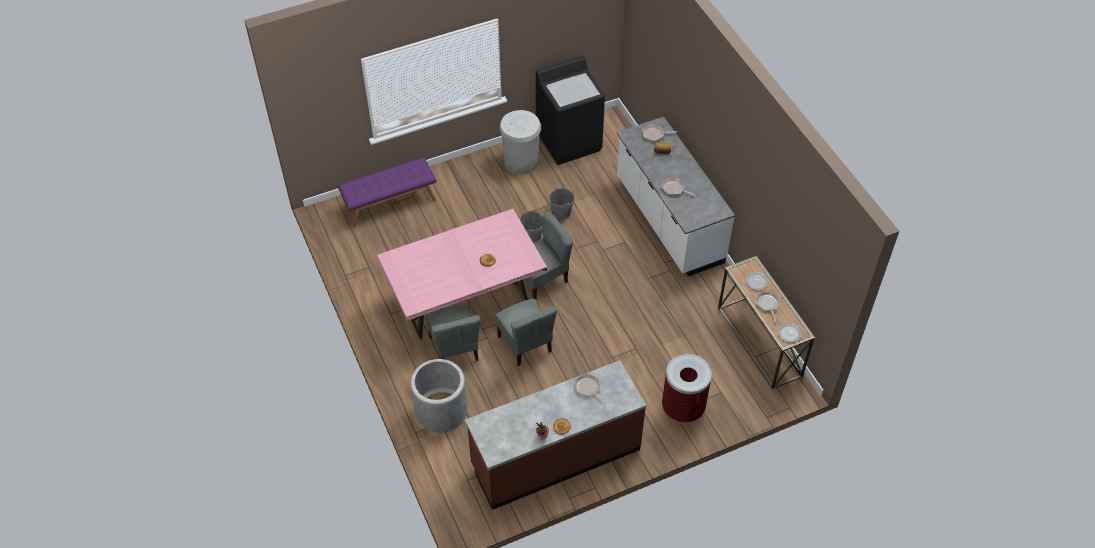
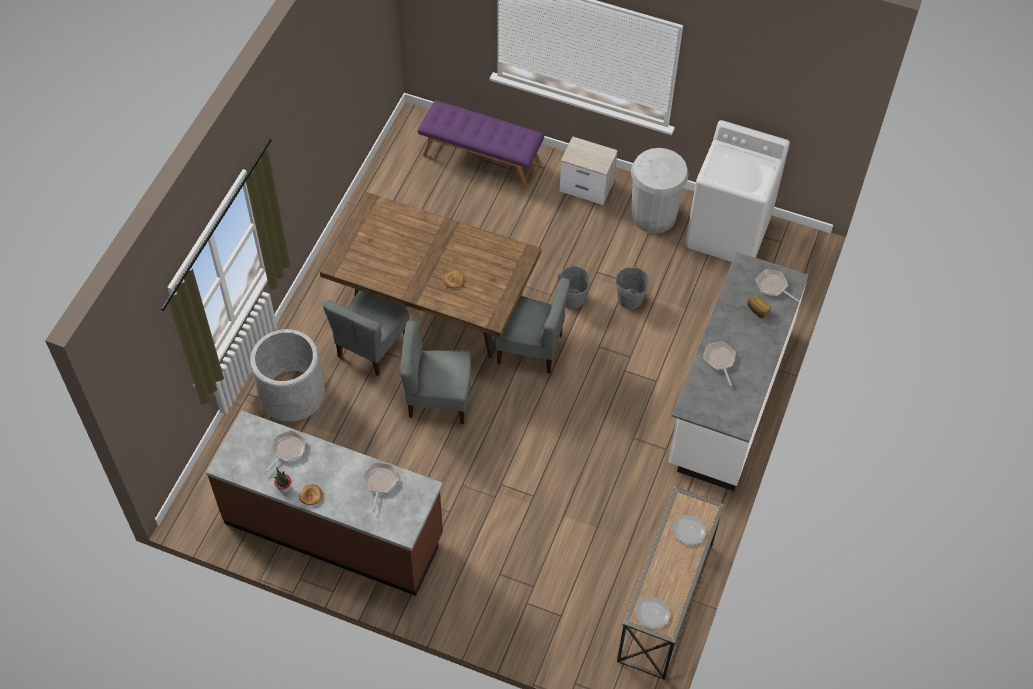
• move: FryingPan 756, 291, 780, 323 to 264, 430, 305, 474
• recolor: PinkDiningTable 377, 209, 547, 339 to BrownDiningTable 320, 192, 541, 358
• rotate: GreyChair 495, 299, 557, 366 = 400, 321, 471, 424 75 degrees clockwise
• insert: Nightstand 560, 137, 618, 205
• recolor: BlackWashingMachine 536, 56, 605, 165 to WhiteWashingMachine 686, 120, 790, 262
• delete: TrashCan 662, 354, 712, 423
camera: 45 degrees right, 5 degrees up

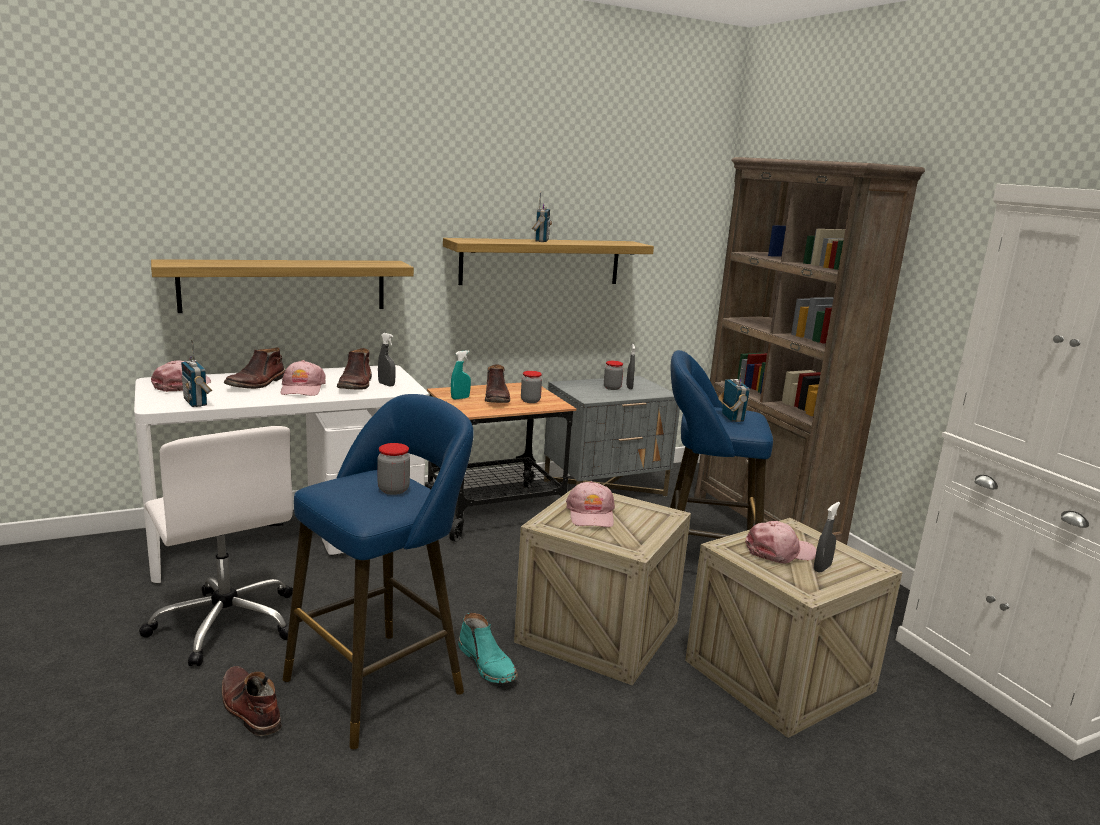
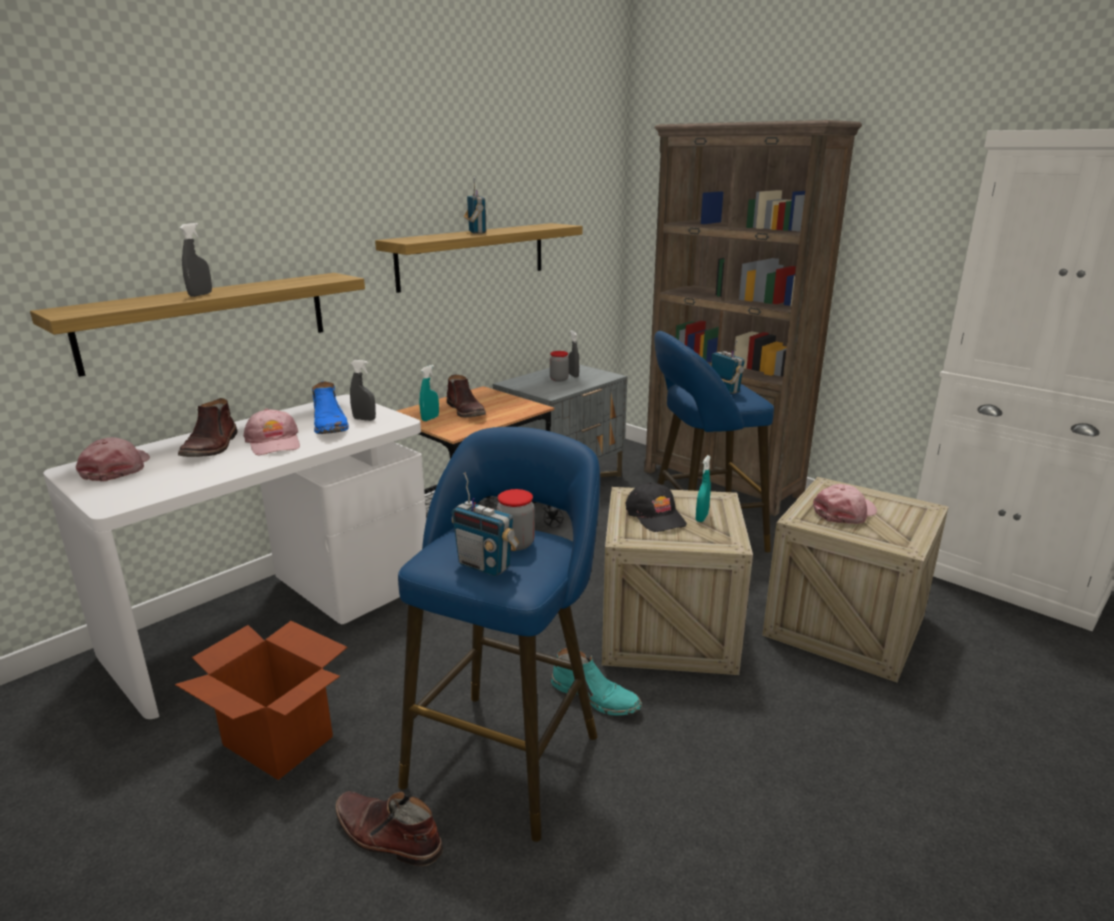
• replace: WhiteOfficeChair 139, 426, 293, 666 to CardboardBox 175, 621, 348, 780
• move: GreySprayBottle 814, 502, 840, 572 to 180, 223, 212, 297
• recolor: BrownBoot 337, 348, 372, 390 to BlueBoot 312, 382, 349, 434
• move: Radio 181, 340, 212, 407 to 452, 472, 519, 576
• recolor: PinkCap 566, 481, 615, 527 to BlackCap 625, 482, 687, 532
• insert: TurquoiseSprayBottle 696, 455, 711, 522
• delete: Jar 521, 371, 542, 403
camera: 20 degrees left, 5 degrees up

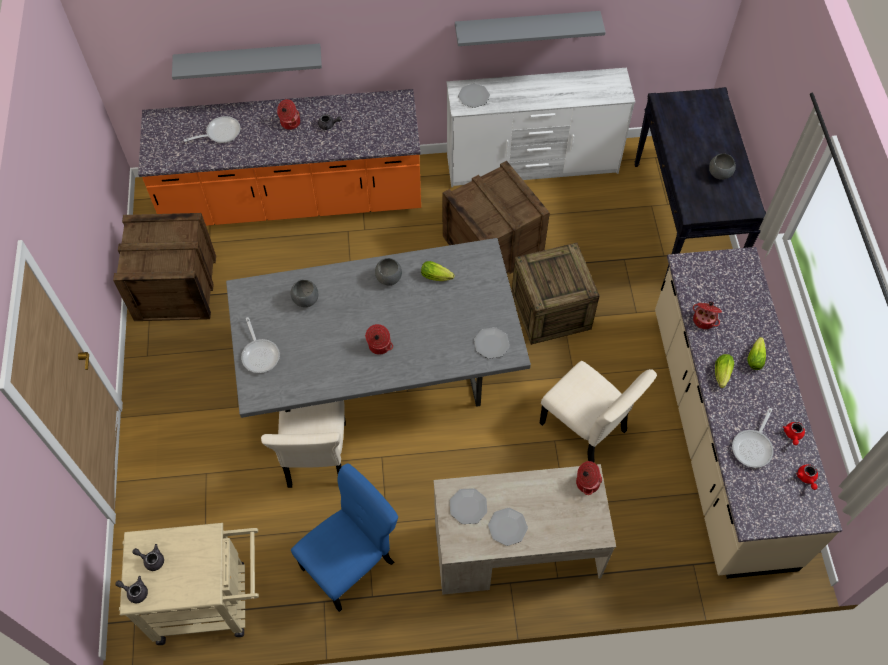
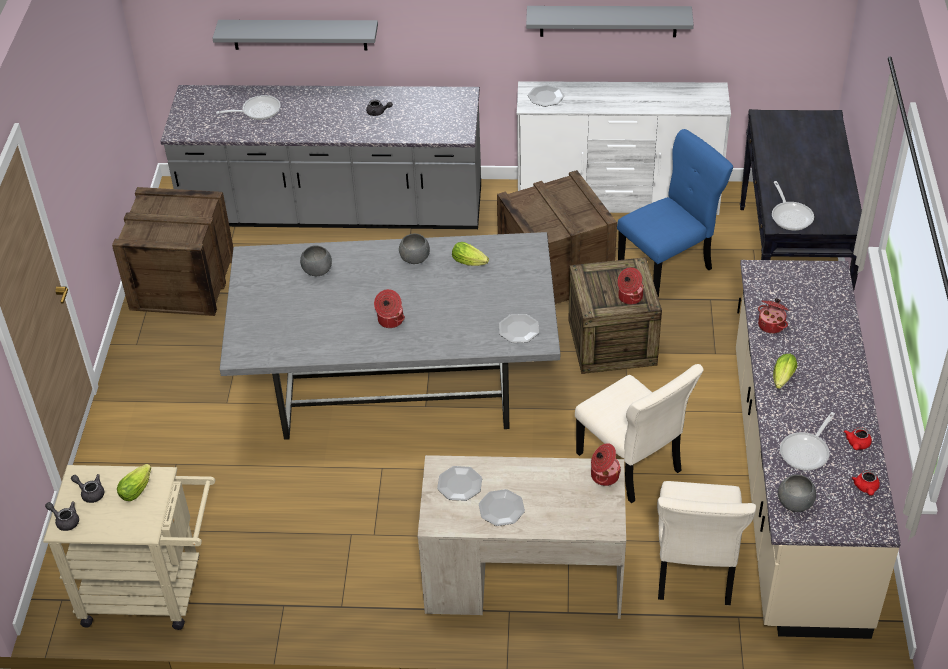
• move: Lettuce 747, 337, 766, 370 to 117, 464, 151, 501
• recolor: OrangeCounter 138, 89, 421, 226 to GreyCounter 160, 85, 481, 229
• move: BlueChair 291, 464, 398, 612 to 617, 129, 733, 297
• move: CookingPot 277, 99, 300, 130 to 617, 267, 644, 305
• move: BeigeChair 261, 400, 346, 488 to 657, 481, 756, 605
• move: FryingPan 241, 317, 280, 373 to 772, 181, 814, 231
• move: GreyBowl 709, 153, 736, 180 to 778, 474, 816, 512
camera: 10 degrees right, 15 degrees down

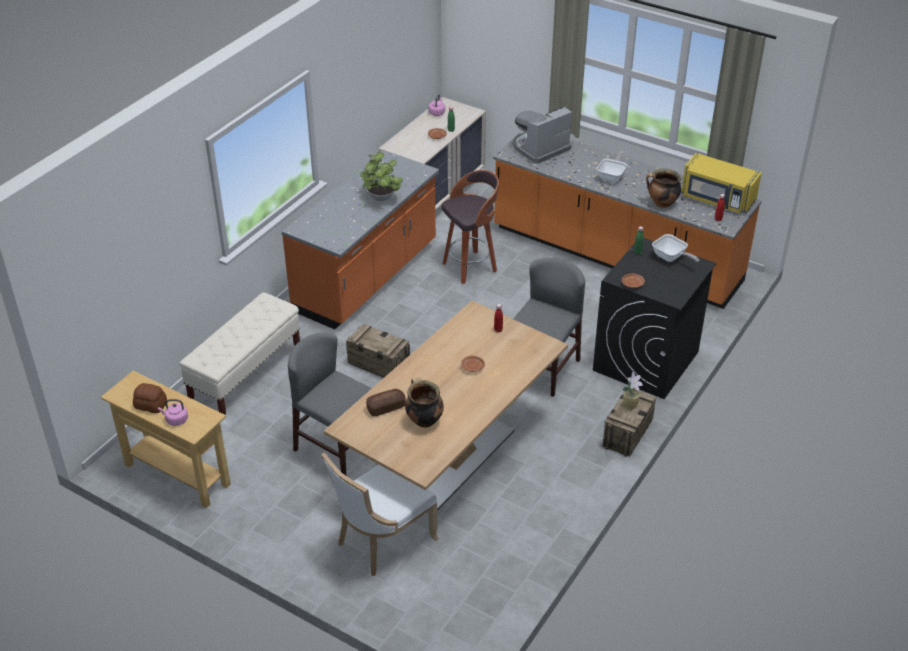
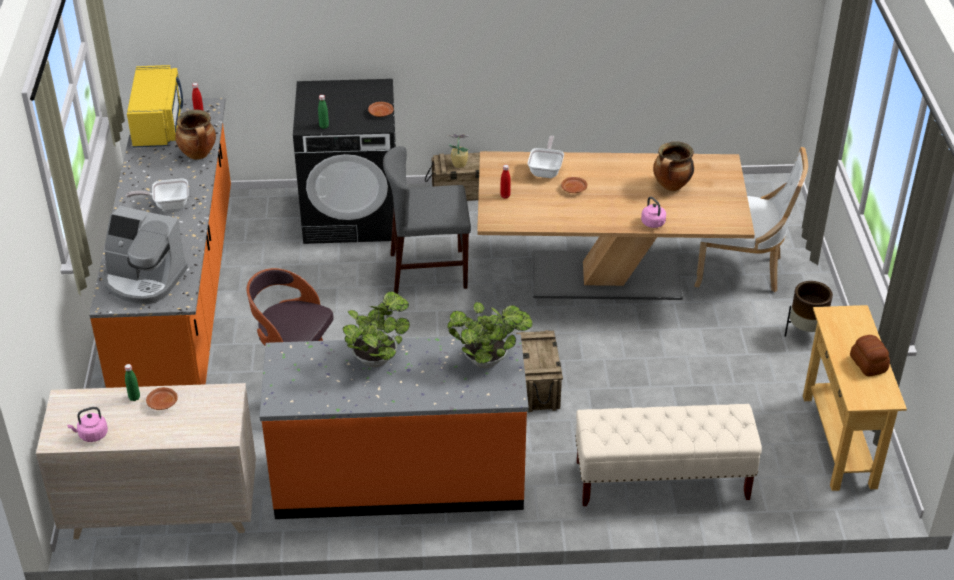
• insert: PottedPlant 447, 302, 533, 368
• move: FryingPan 652, 234, 699, 262 to 528, 135, 564, 178
• move: PinkKettle 158, 399, 188, 426 to 641, 197, 666, 228
• insert: BrownPlanter 785, 281, 833, 337
• delete: GreyChair 288, 333, 372, 475
• delete: Bread 366, 389, 406, 416
camera: 125 degrees left, 0 degrees up

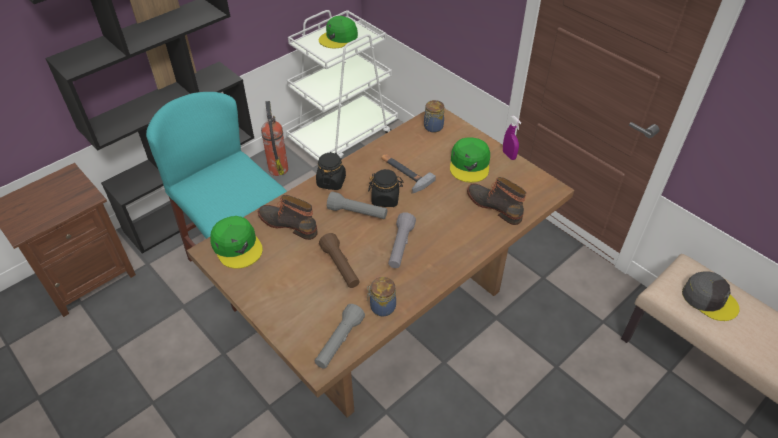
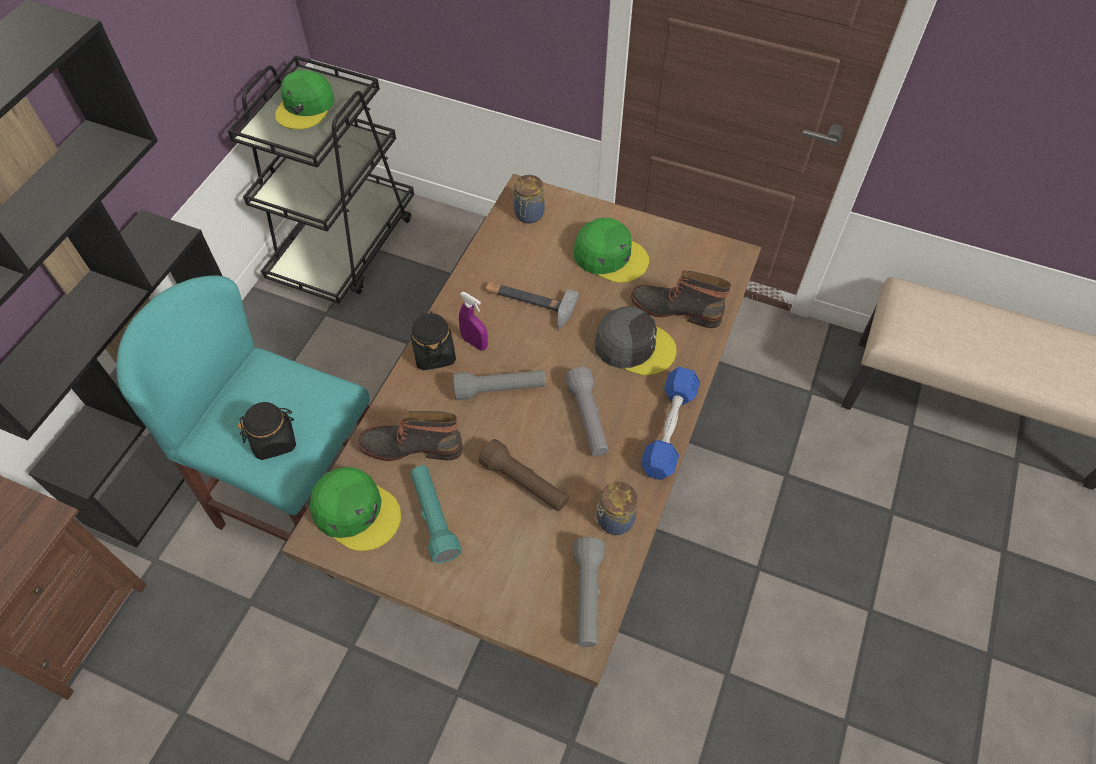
• recolor: WhiteCart 286, 10, 398, 161 to BlackCart 228, 55, 414, 304
• move: BlackJar 368, 169, 403, 207 to 238, 402, 296, 460
• insert: TurquoiseFlashlight 410, 466, 462, 563
• move: PurpleSprayBottle 503, 116, 521, 160 to 459, 292, 488, 351
• rotate: GreenCap 450, 138, 490, 183 = 574, 218, 649, 283 45 degrees counterclockwise
• move: GreyCap 682, 271, 740, 321 to 595, 306, 677, 375
• insert: BlueDumbbell 641, 367, 700, 480
• delete: FireExtinguisher 261, 101, 288, 176
camera: 25 degrees left, 10 degrees up

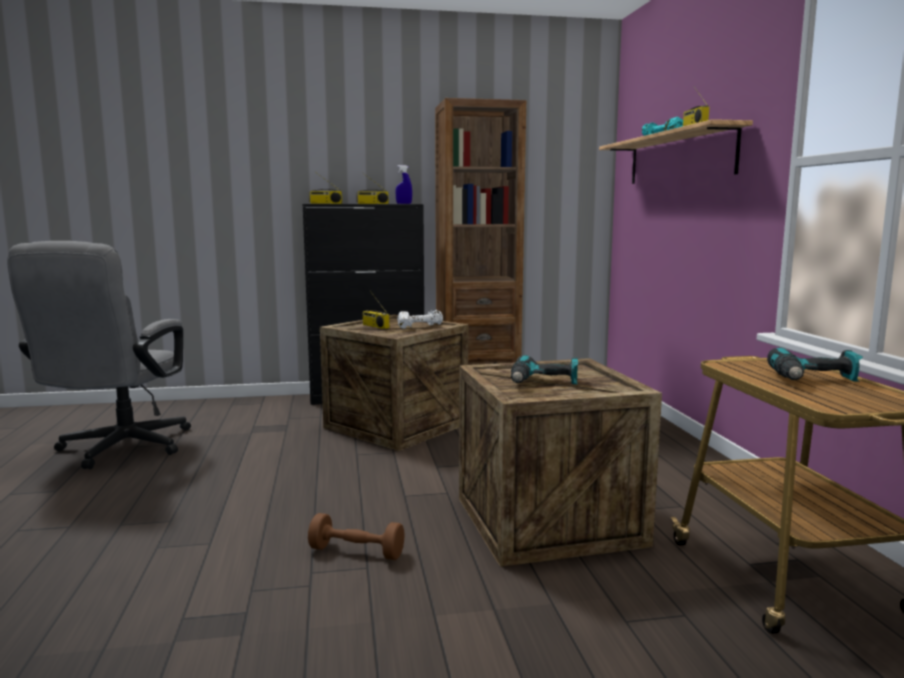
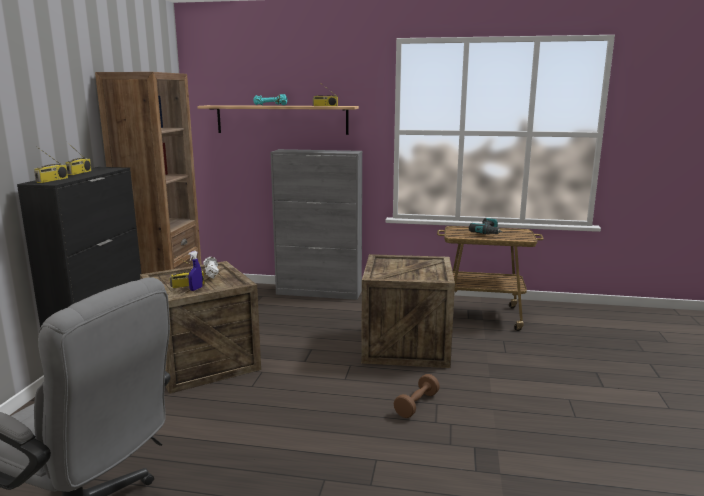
• move: BlueSprayBottle 395, 165, 412, 204 to 188, 251, 202, 291
• insert: GreyCabinet 270, 149, 362, 300
• delete: PowerDrill 511, 355, 578, 384
camera: 70 degrees left, 5 degrees up

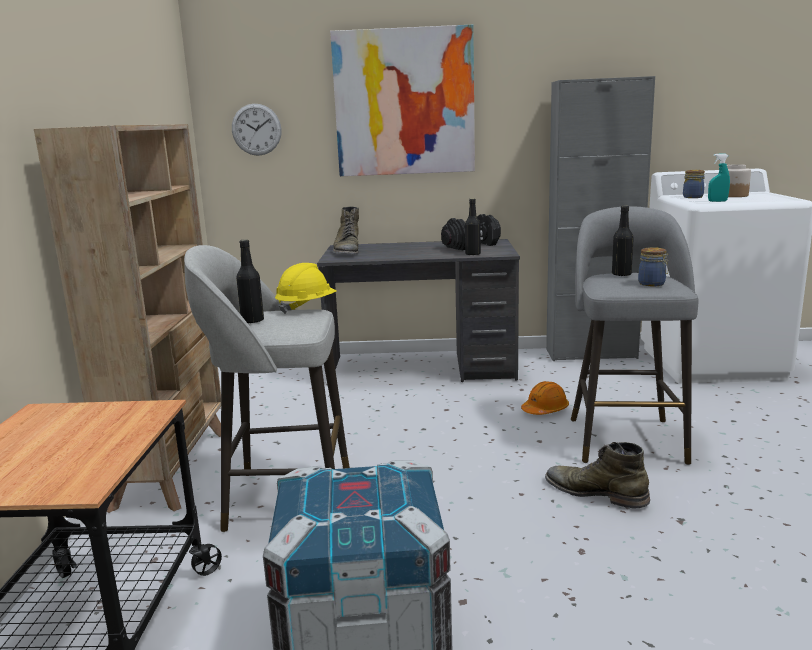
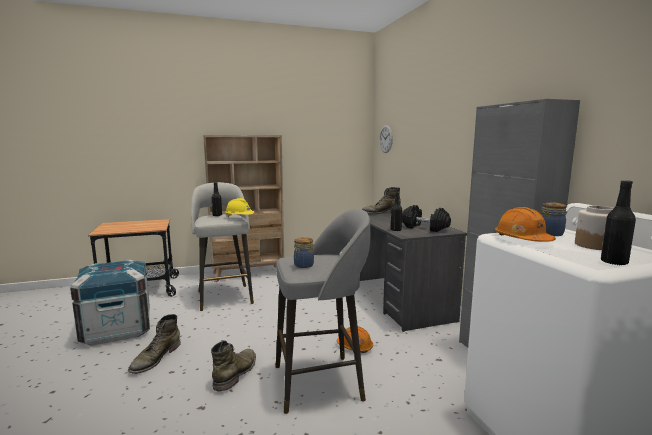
• insert: GreenBoot 128, 314, 181, 374
• replace: TurquoiseSprayBottle 708, 154, 730, 202 to OrangeHardHat 495, 207, 556, 242
• move: BlackBottle 612, 206, 634, 276 to 601, 180, 636, 265
• delete: Picture 330, 24, 475, 176
camera: 70 degrees right, 5 degrees down

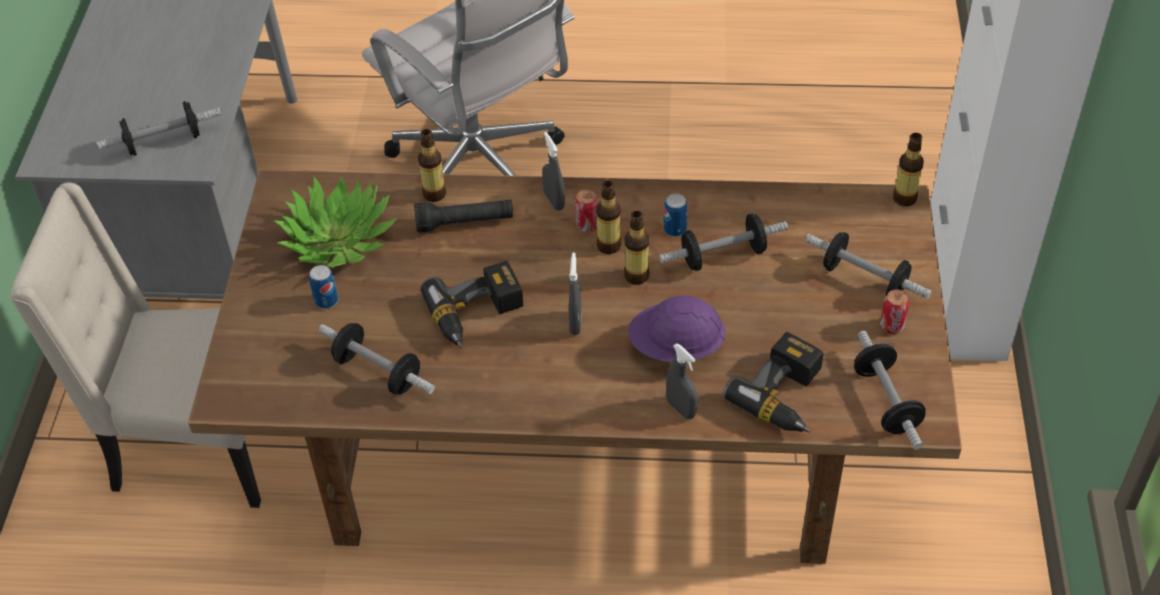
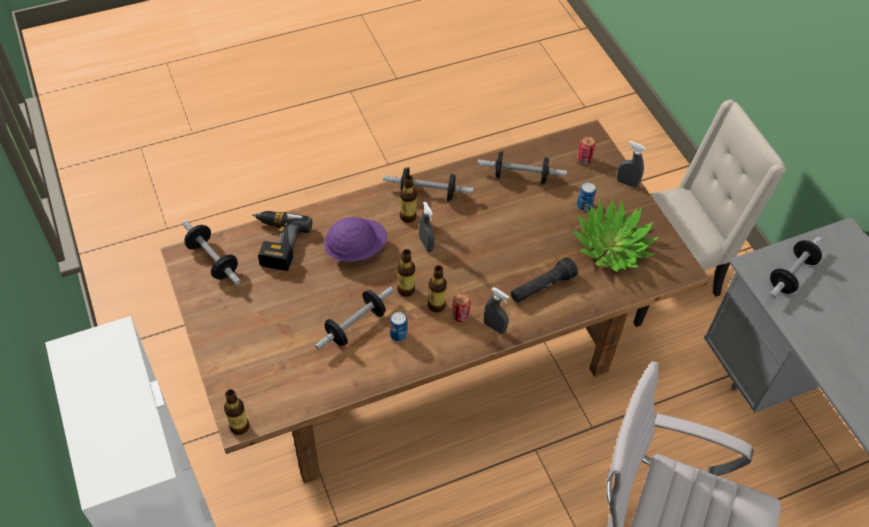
• move: Dumbbell 805, 232, 932, 299 to 383, 167, 473, 201
• move: Bottle 418, 129, 446, 202 to 400, 175, 417, 223
• move: Can 880, 289, 909, 334 to 577, 136, 595, 164
• move: GreySprayBottle 666, 343, 698, 419 to 617, 141, 645, 188
• delete: PowerDrill 421, 261, 523, 348
camera: 150 degrees right, 5 degrees up

